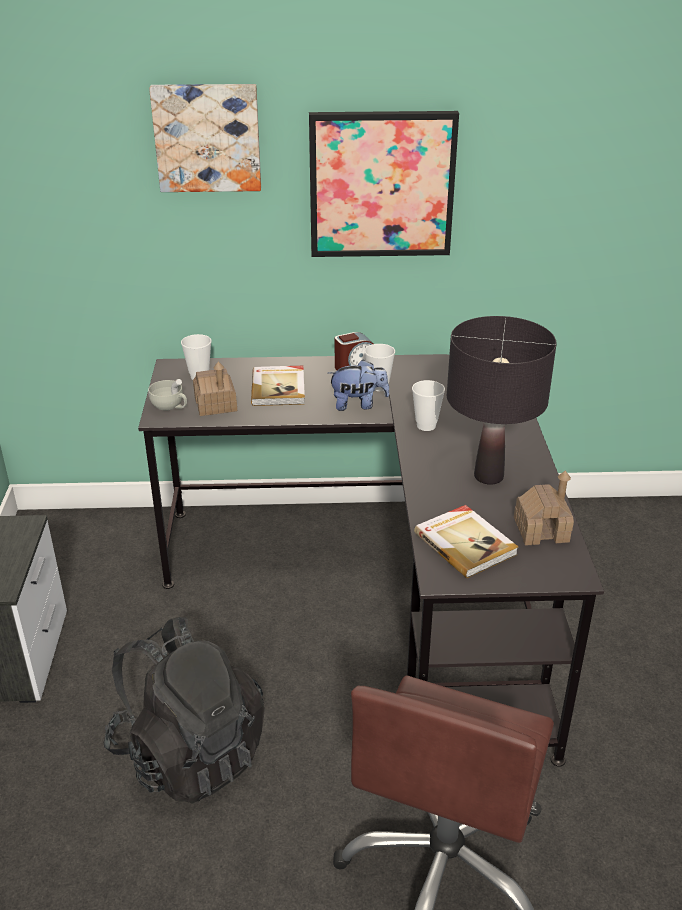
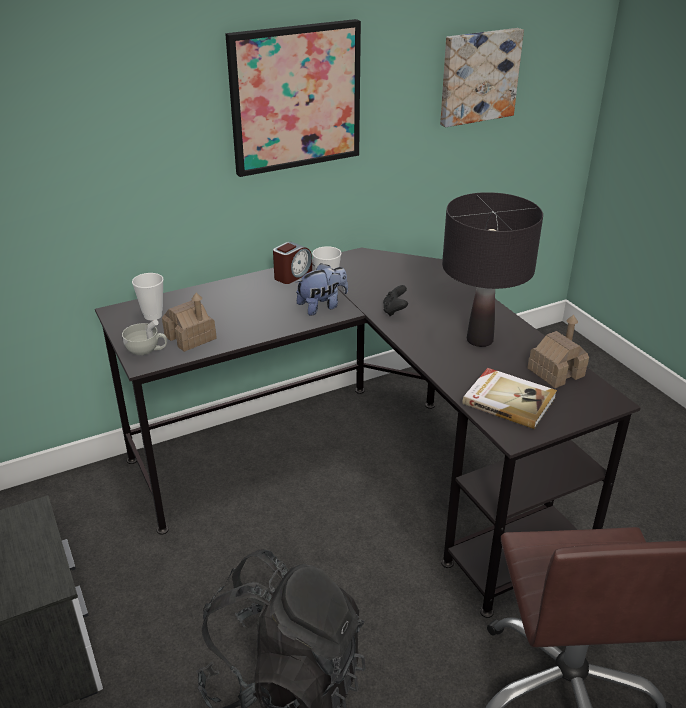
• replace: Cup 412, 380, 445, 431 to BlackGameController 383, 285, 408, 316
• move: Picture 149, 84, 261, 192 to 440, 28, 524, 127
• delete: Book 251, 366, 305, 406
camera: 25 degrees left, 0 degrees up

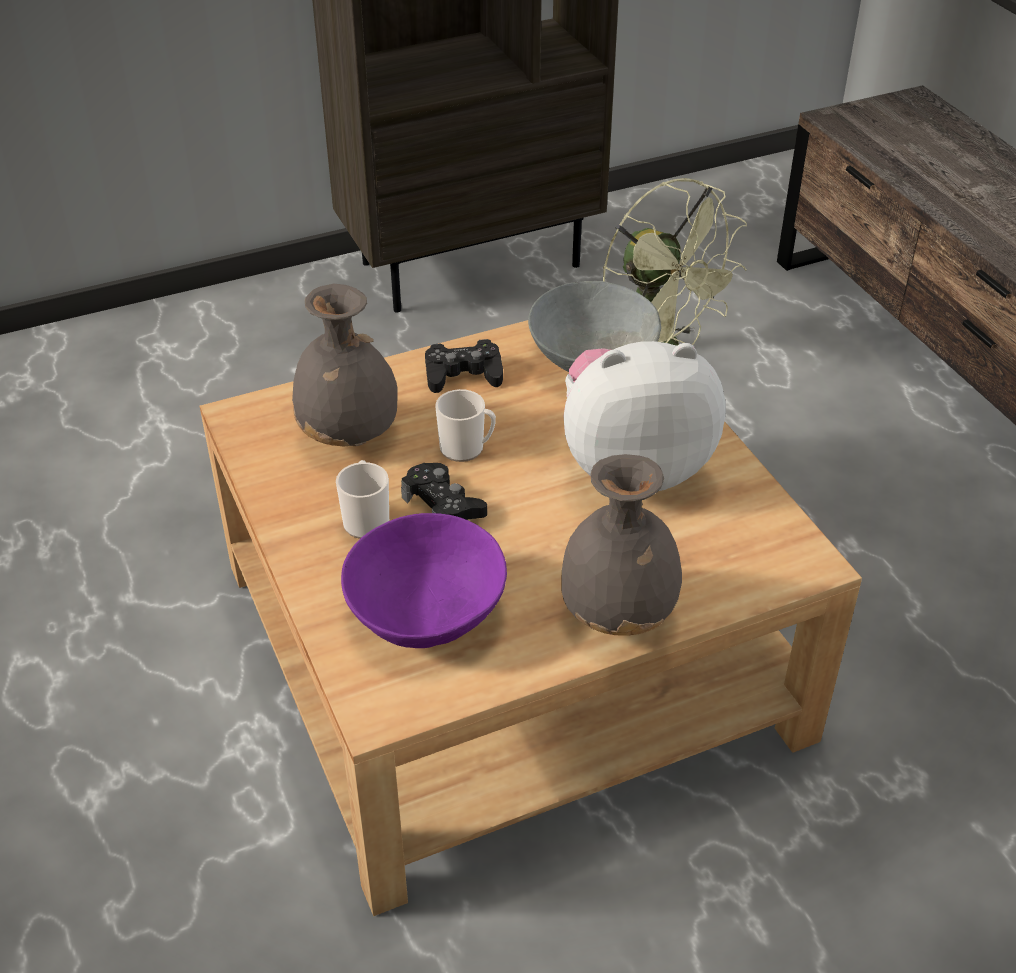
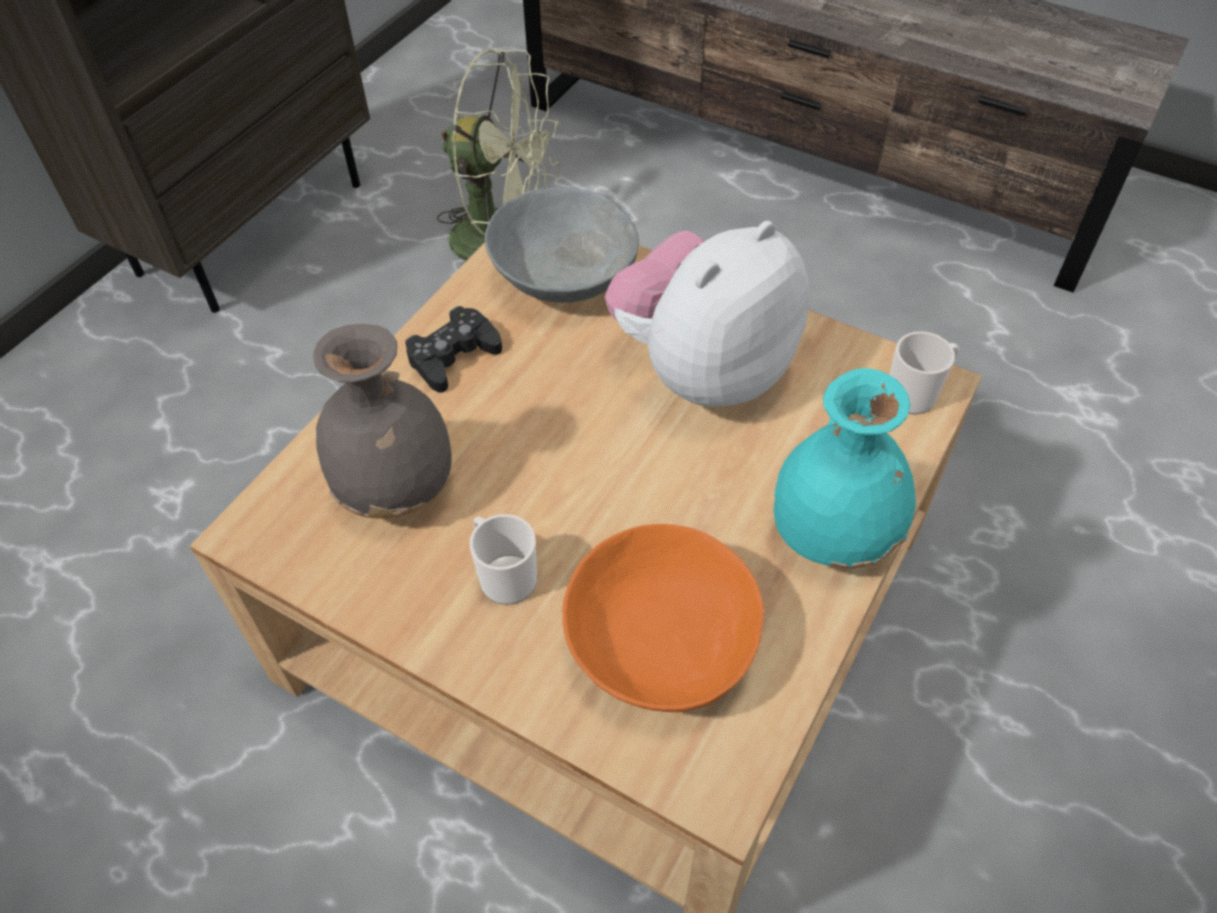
• recolor: PurpleBowl 341, 513, 507, 648 to OrangeBowl 562, 524, 764, 712
• recolor: GreyVase 561, 454, 682, 635 to TurquoiseVase 774, 368, 916, 568
• move: Mug 435, 389, 496, 462 to 890, 332, 958, 414
• delete: BlackGameController 401, 463, 487, 520
camera: 35 degrees left, 10 degrees up

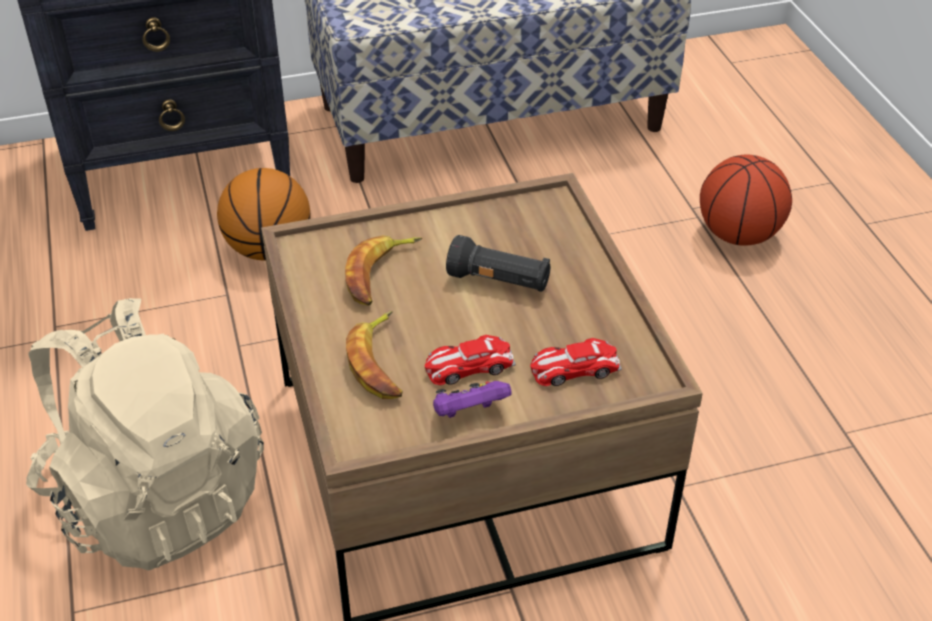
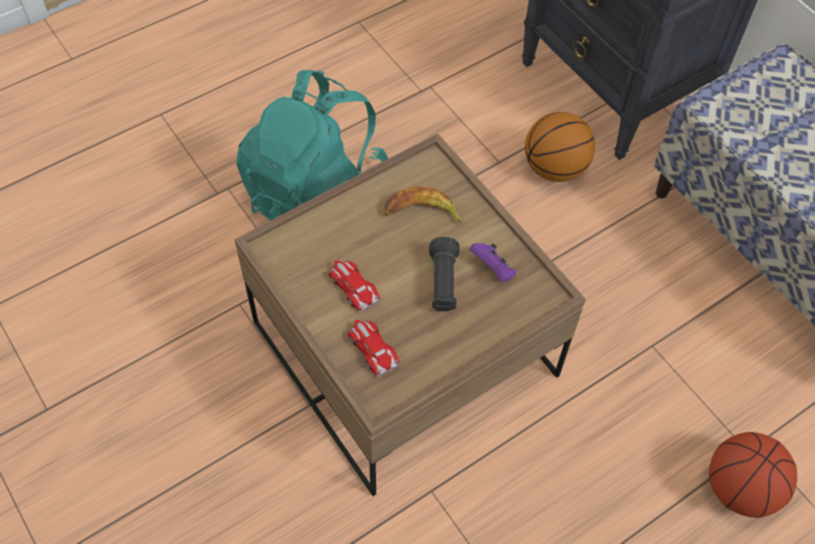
• recolor: BeigeBackpack 26, 298, 264, 571 to TurquoiseBackpack 236, 70, 388, 221
• move: PurpleGameController 433, 381, 512, 418 to 470, 243, 516, 282
• delete: Banana 346, 311, 402, 399
camera: 70 degrees right, 15 degrees up

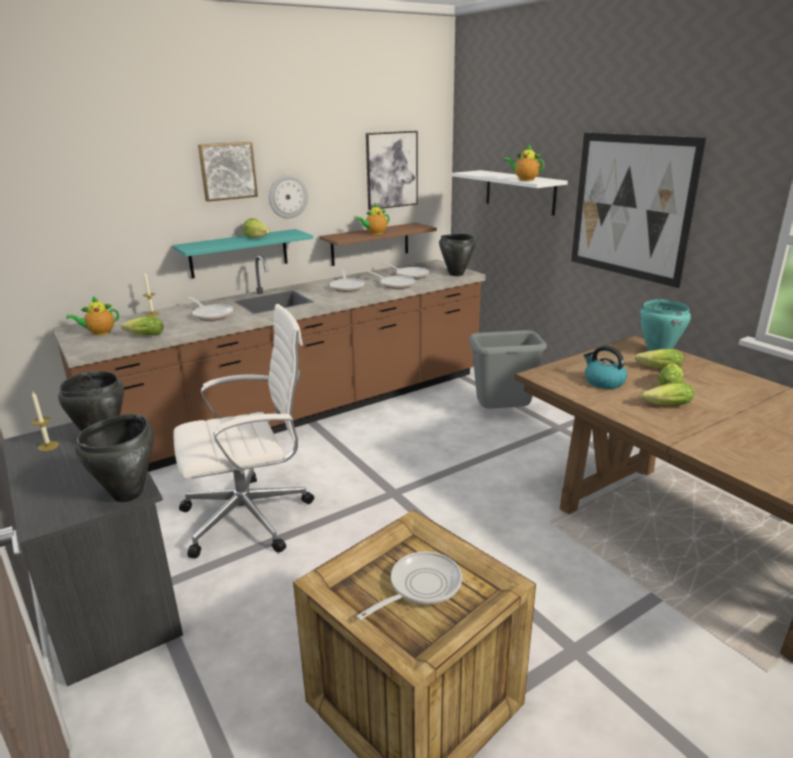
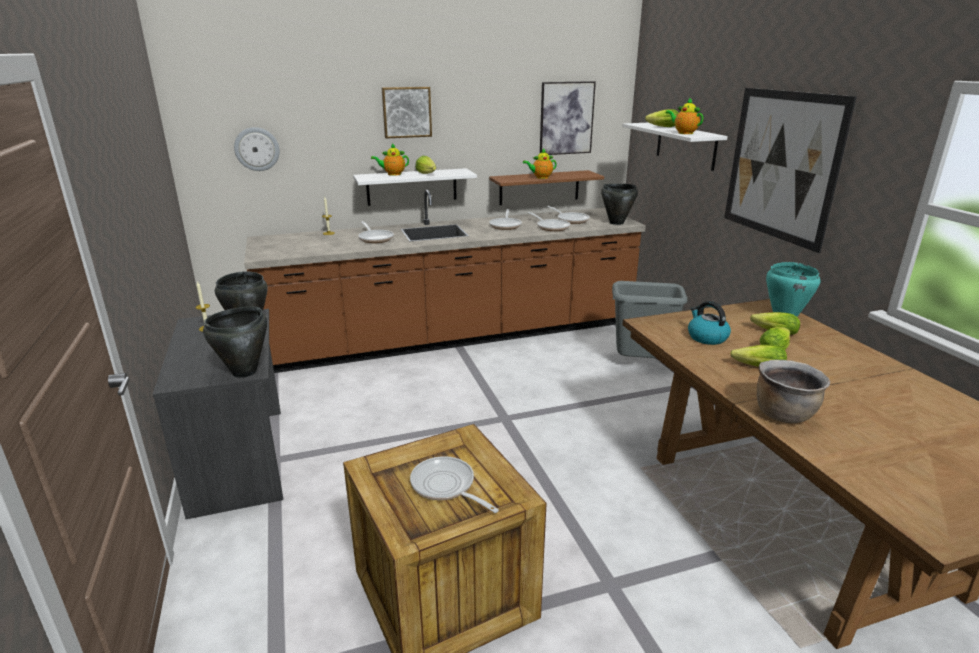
• move: WallClock 269, 175, 308, 219 to 234, 127, 280, 171
• recolor: TurquoiseShelf 173, 229, 313, 279 to WhiteShelf 353, 168, 477, 206
• move: Teapot 66, 296, 119, 336 to 371, 143, 409, 176
• rotate: FryingPan 356, 552, 462, 620 = 410, 456, 499, 513 105 degrees counterclockwise
• move: Lettuce 121, 316, 164, 336 to 645, 109, 679, 127
• insert: BrownCookingPot 757, 360, 830, 423
• delete: WhiteOfficeChair 173, 304, 314, 558
camera: 15 degrees right, 0 degrees up

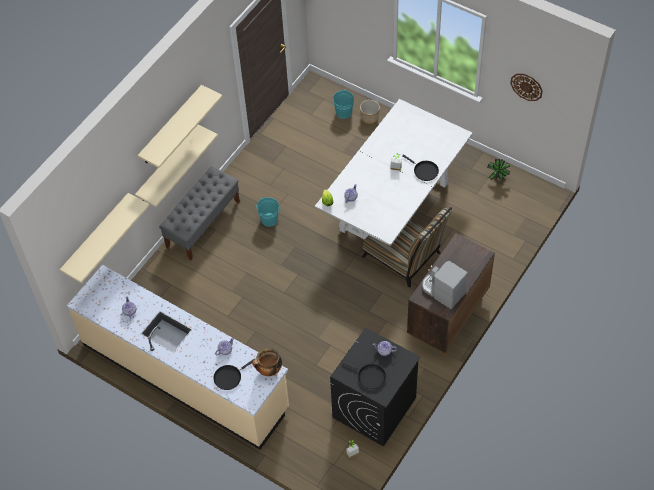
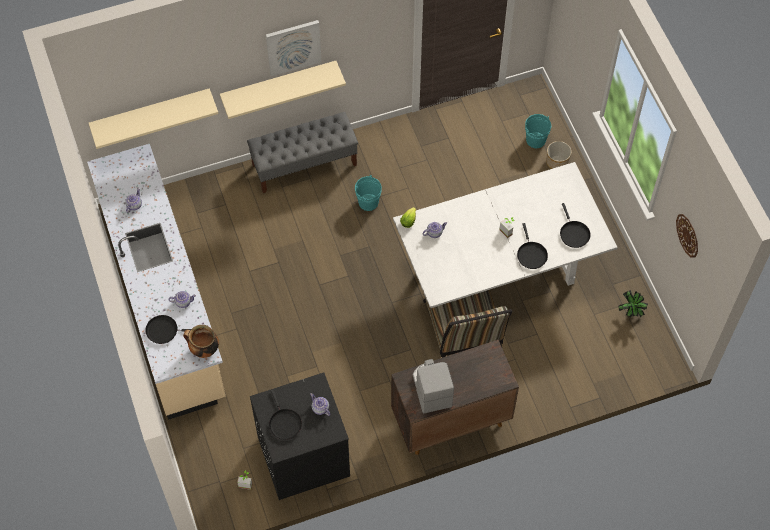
• replace: BeigeShelf 138, 85, 223, 168 to Picture 266, 20, 322, 77
• insert: BlackFryingPan 560, 203, 591, 248
camera: 35 degrees right, 5 degrees up

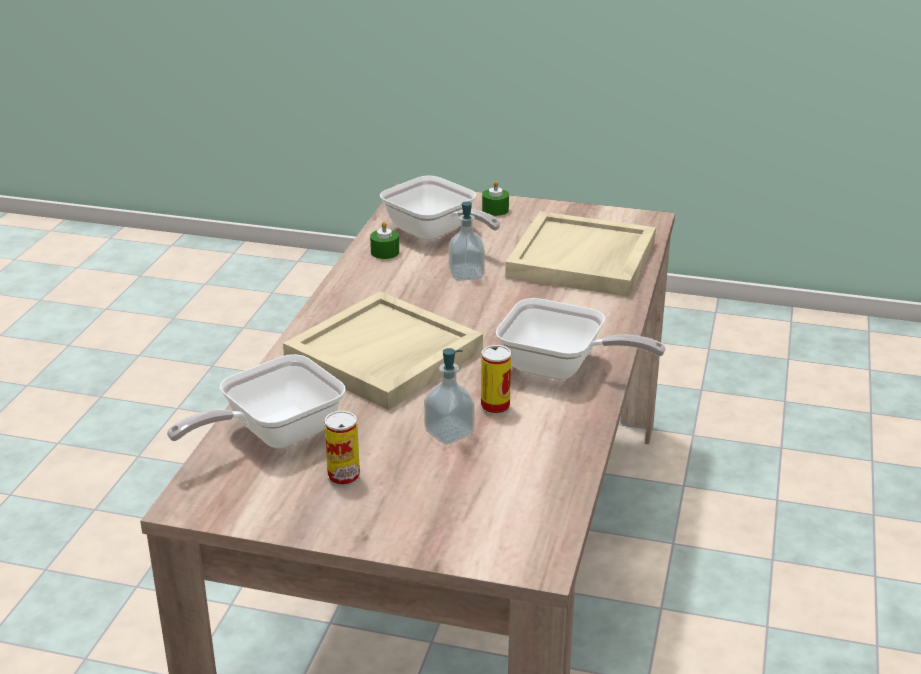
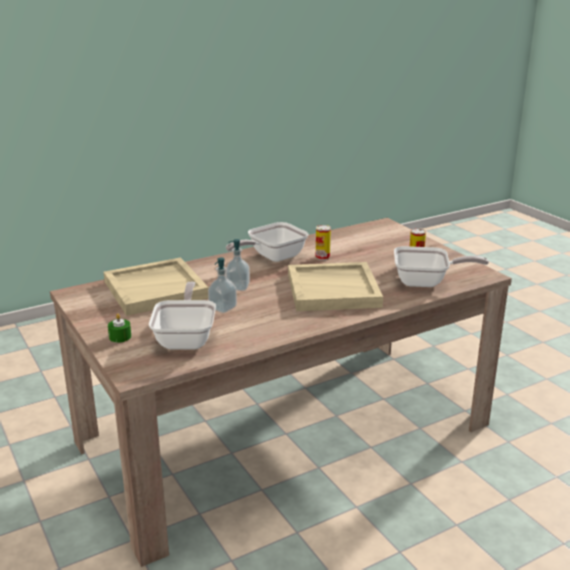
• rotate: FryingPan 496, 298, 666, 380 = 226, 222, 309, 262 105 degrees counterclockwise
• move: SoapDispenser 424, 348, 475, 445 to 226, 239, 250, 291
• delete: GreenCandle 370, 221, 399, 259
camera: 135 degrees left, 5 degrees down

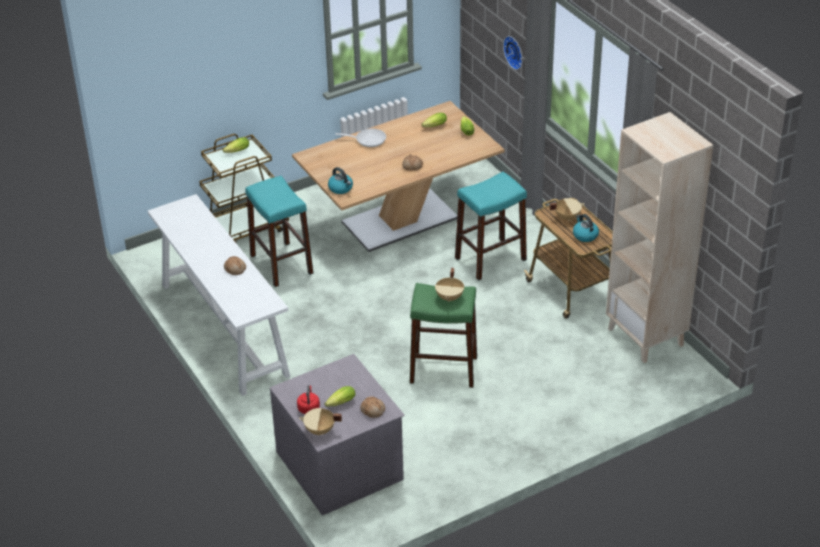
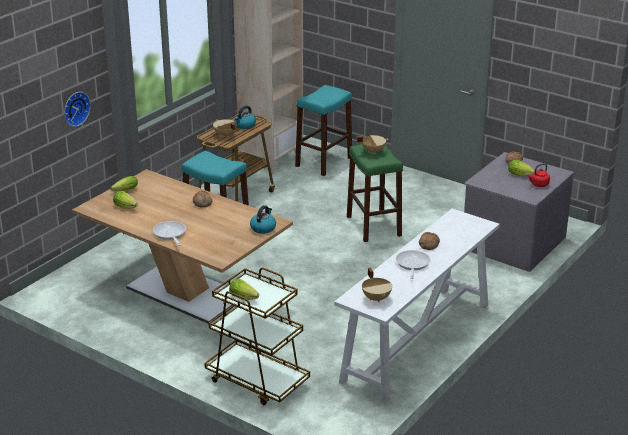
• move: TurquoiseStool 245, 176, 313, 287 to 295, 85, 352, 176
• move: BeigeCookingPot 299, 408, 342, 436 to 362, 268, 393, 302
• insert: FryingPan 396, 250, 430, 279
camera: 115 degrees left, 10 degrees down

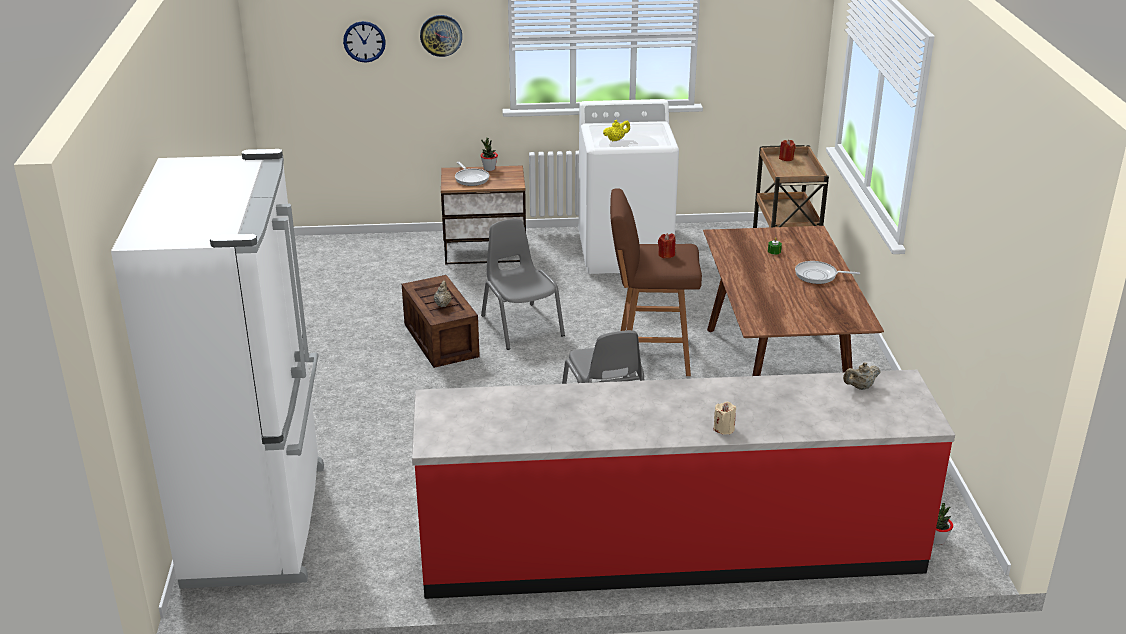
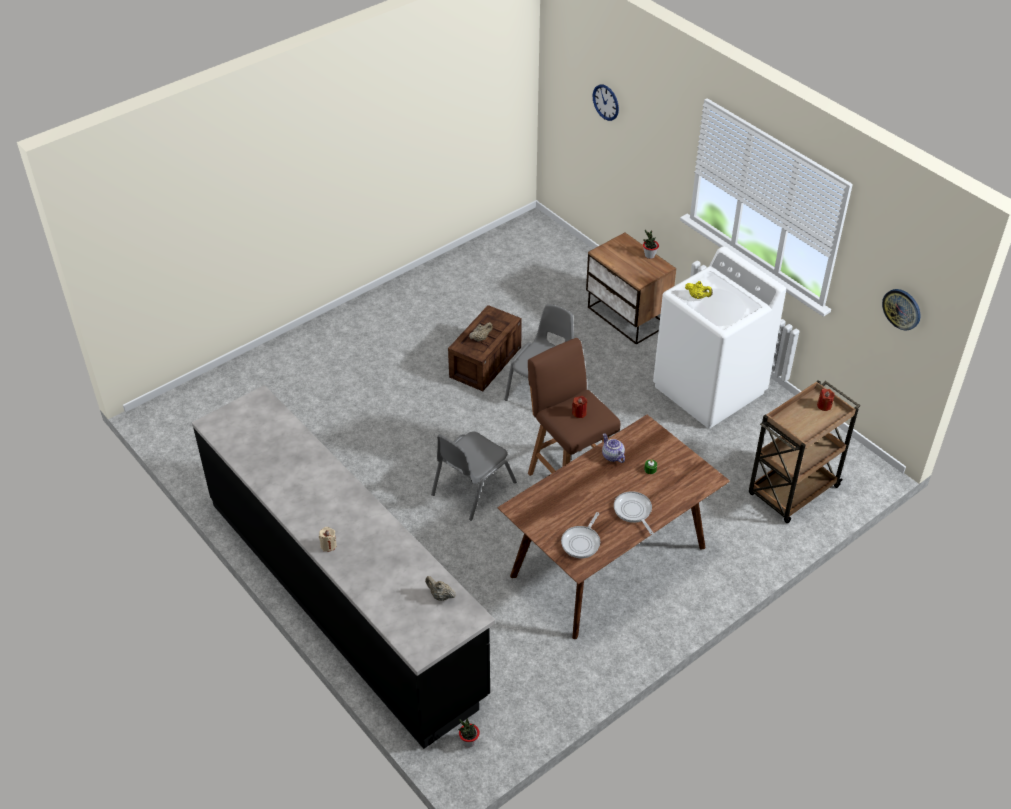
• recolor: RedCounter 412, 370, 955, 599 to BlackCounter 192, 385, 495, 749
• move: FryingPan 455, 162, 489, 186 to 561, 512, 600, 558
• insert: Teapot 602, 433, 625, 463
• move: WallClock 420, 15, 462, 57 to 882, 289, 920, 330
• delete: WhiteFridge 111, 149, 324, 589
camera: 55 degrees right, 15 degrees up

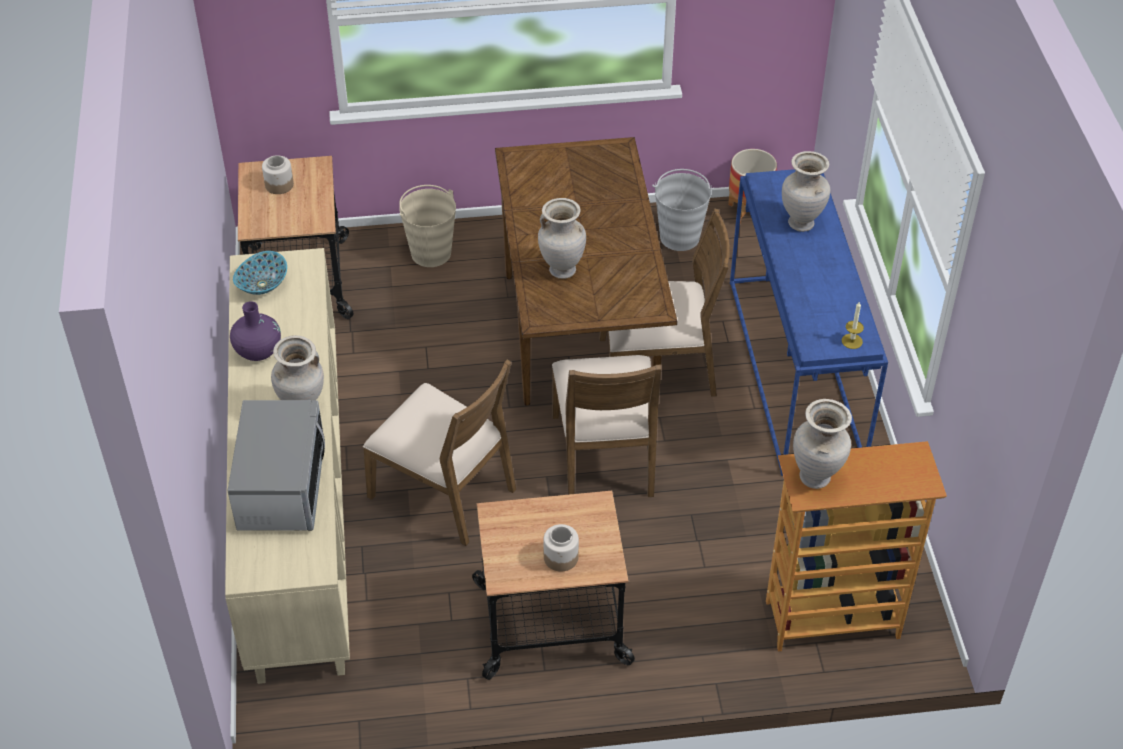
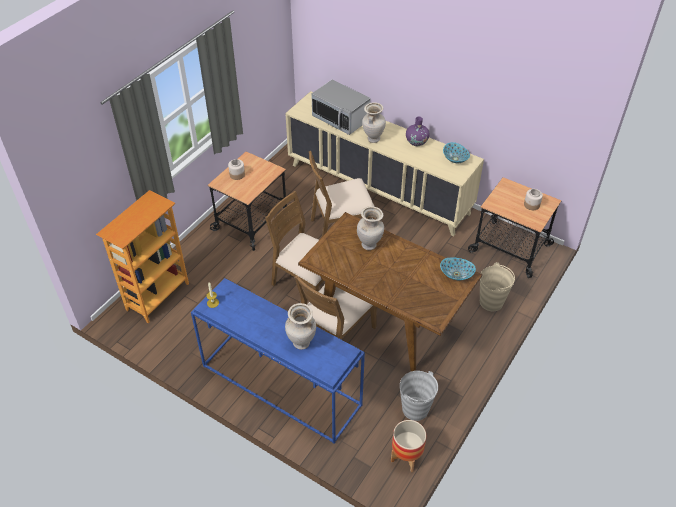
• insert: Bowl 440, 257, 476, 280
• delete: BeigeVase 793, 399, 852, 489
camera: 130 degrees right, 0 degrees up

